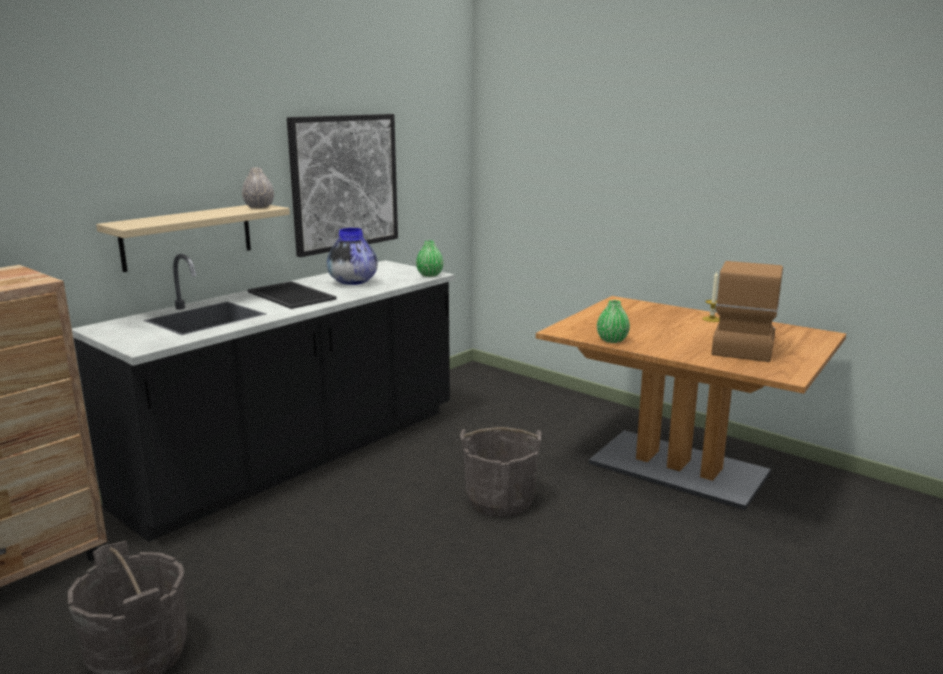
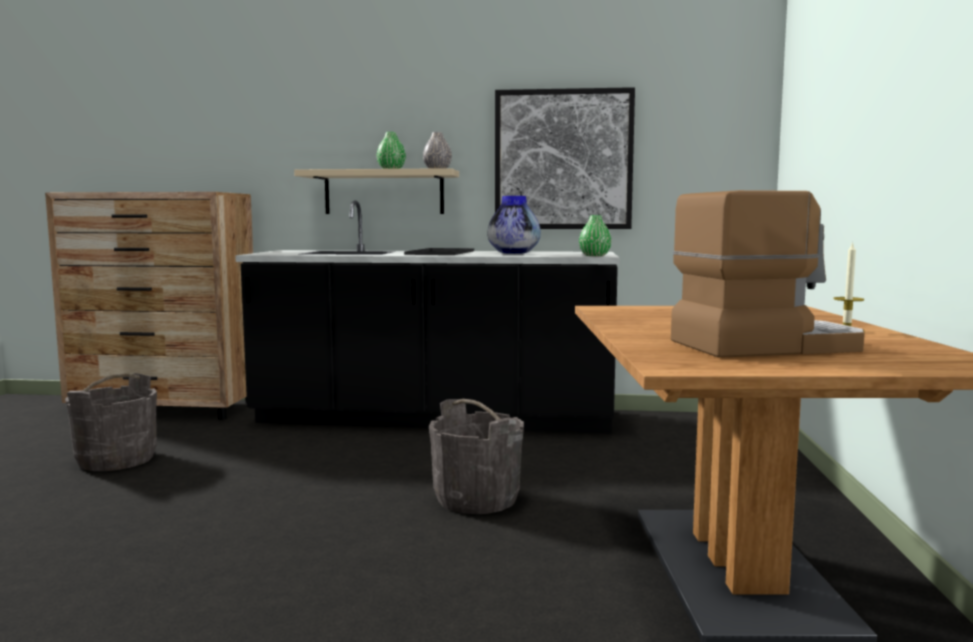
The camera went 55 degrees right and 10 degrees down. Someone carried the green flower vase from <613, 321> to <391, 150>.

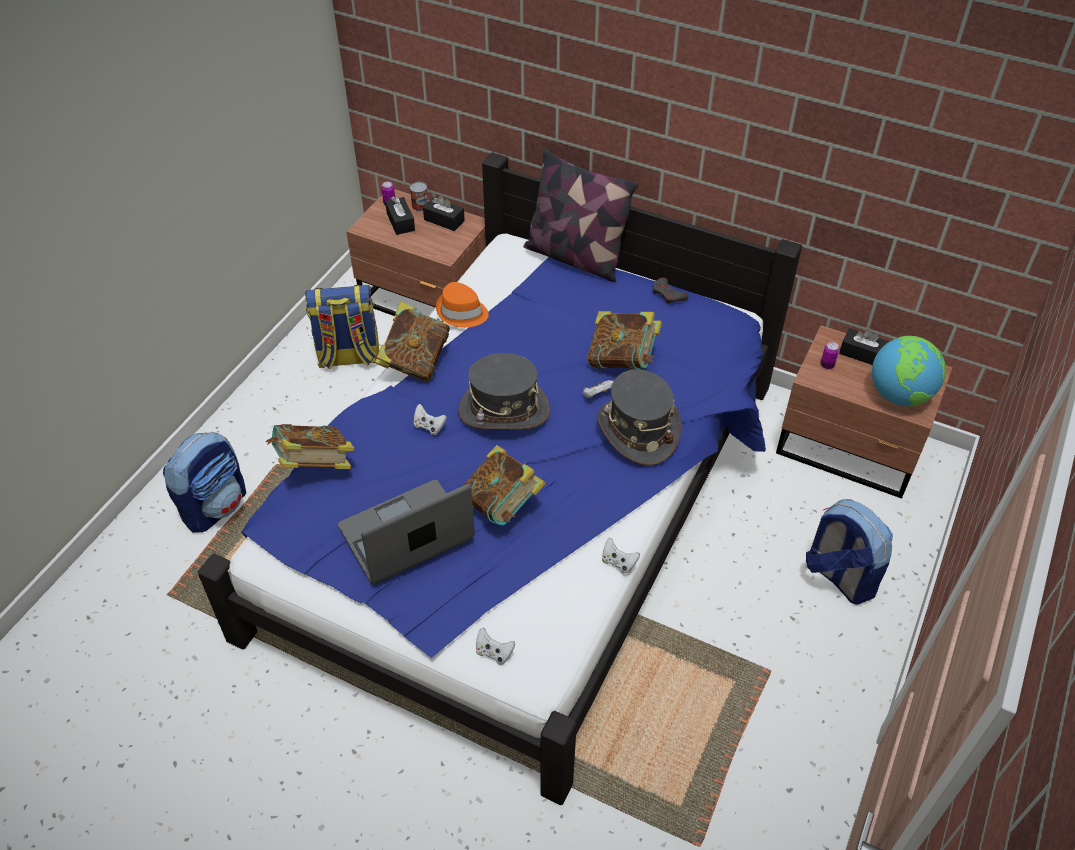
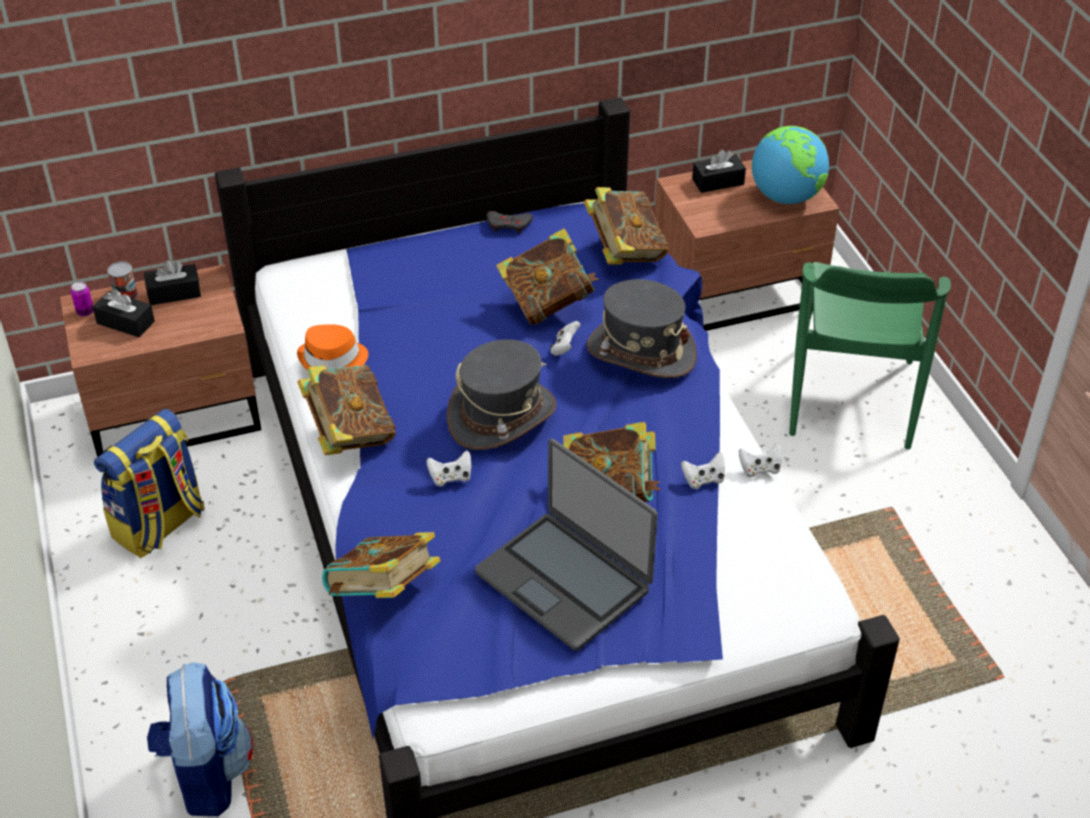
The camera went 45 degrees left and 5 degrees down. Someone rotated the notebook computer at <406, 532> by 60 degrees counterclockwise. Someone carried the white-coloured game controller from <495, 646> to <703, 470>. Someone took away the pillow at <581, 215>. Someone swapped the knapsack at <849, 552> for the green chair at <870, 356>. Someone took away the sealed can at <830, 355>. Someone put down the book at <626, 226>.

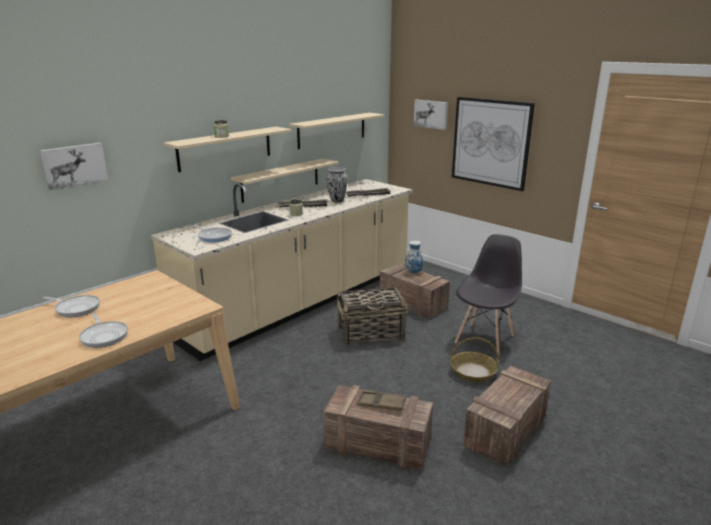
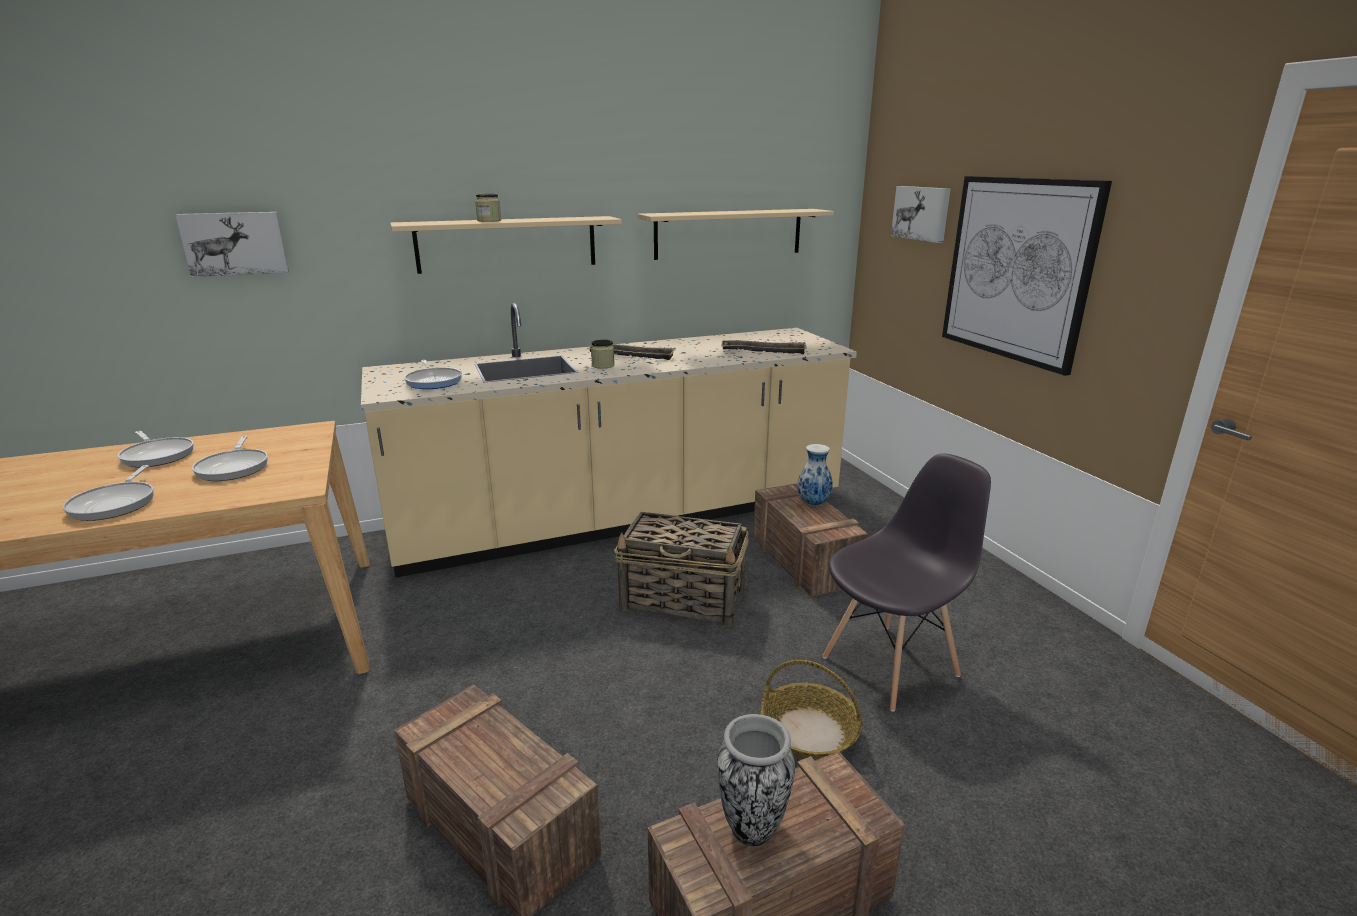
The camera went 25 degrees right and 0 degrees up. Someone took away the sand-coloured shelf at <284, 180>. Someone carried the flower vase from <336, 185> to <756, 780>. Someone took away the brown-coloured carrying tray at <381, 401>. Someone put down the skillet at <230, 458>.

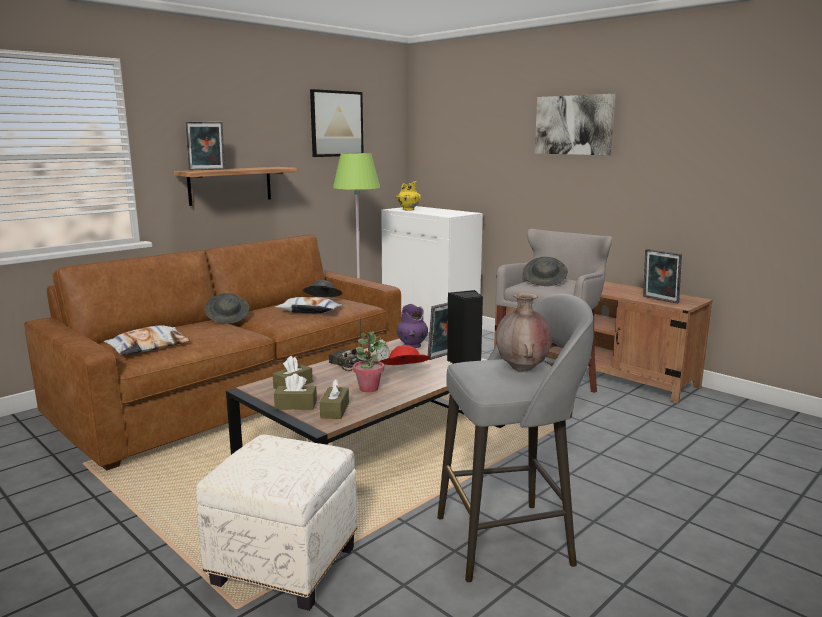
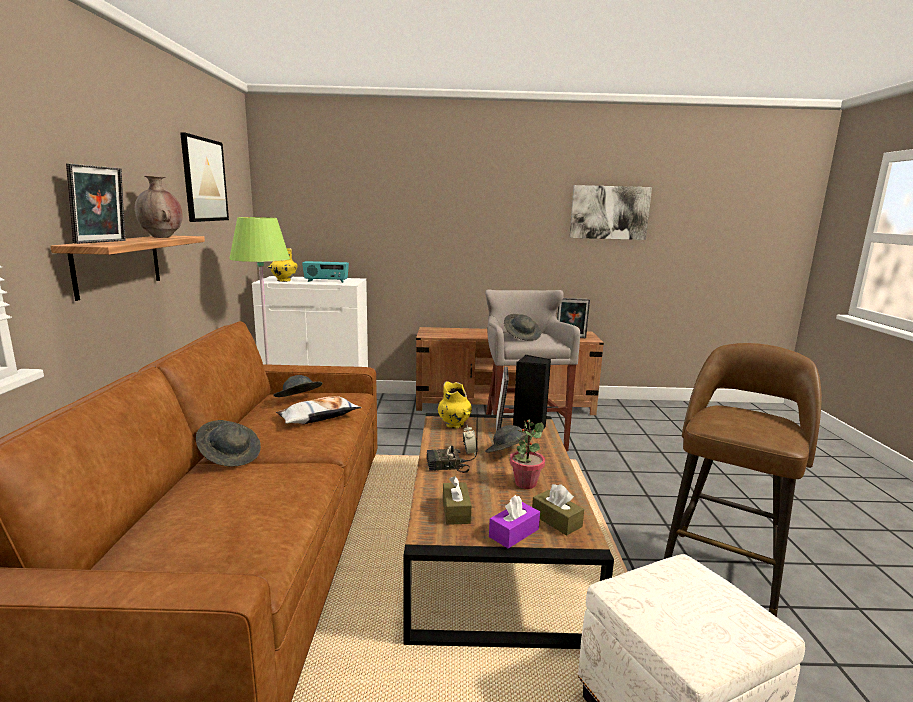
The camera went 45 degrees left and 0 degrees up. Someone took away the pillow at <147, 340>. Someone repainted the brown-coloured tissue box at <295, 391>, which became the purple tissue box at <514, 521>. Someone repainted the red-coloured hat at <405, 355>, which became the greyish hat at <509, 439>. Someone repainted the purple flower vase at <412, 326>, which became the yellow flower vase at <455, 405>. Someone repainted the greyish stool at <515, 438>, which became the brown-coloured stool at <743, 480>. Someone carried the brown-coloured flower vase from <523, 332> to <159, 207>. Someone carried the picture from <575, 124> to <610, 212>. Someone put down the radio set at <325, 272>.

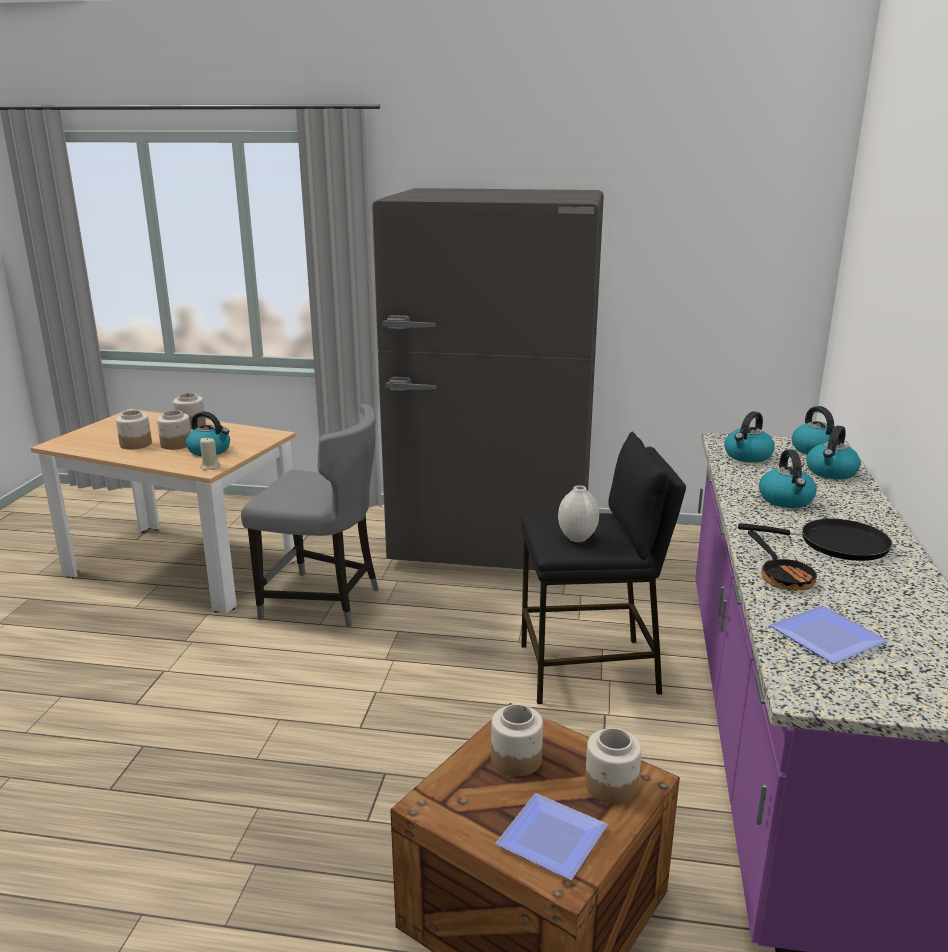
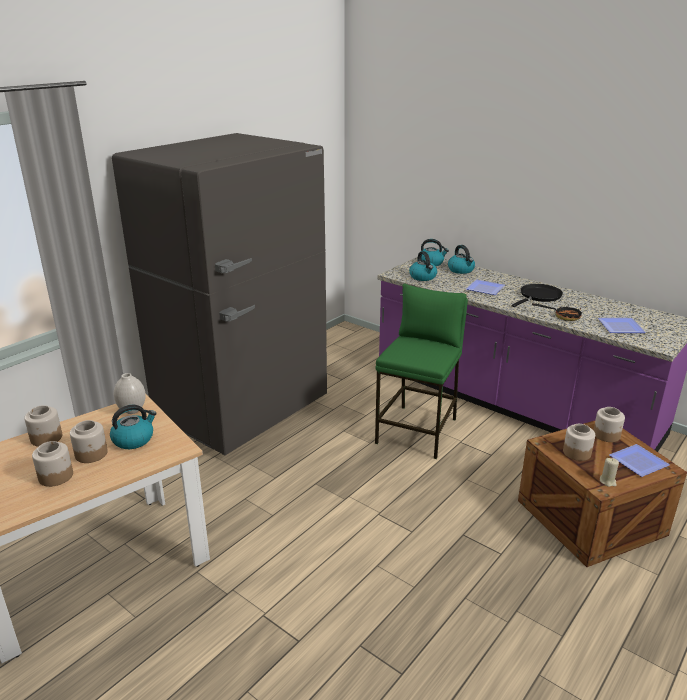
The camera went 60 degrees left and 5 degrees up. Someone carried the sand-coloured candle from <210, 454> to <609, 472>. Someone took away the greyish chair at <310, 515>. Someone repainted the black stool at <603, 568>, which became the green stool at <421, 371>. Someone carried the white-coloured flower vase from <578, 513> to <130, 393>. Someone swapped the water kettle at <788, 478> for the plate at <485, 287>.

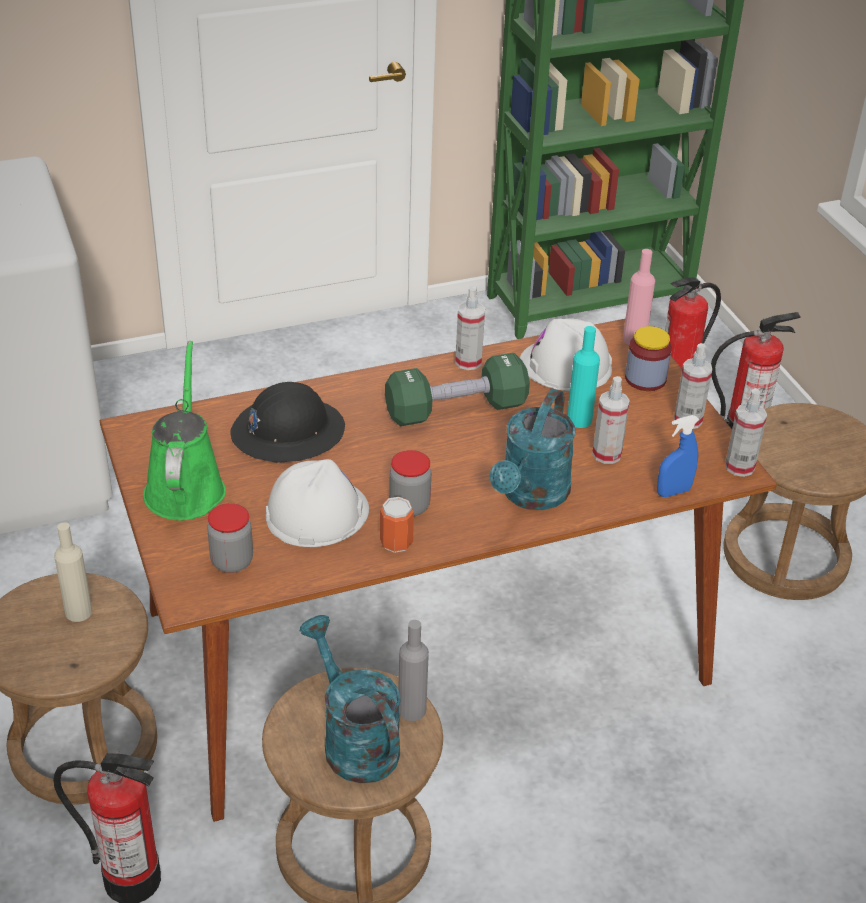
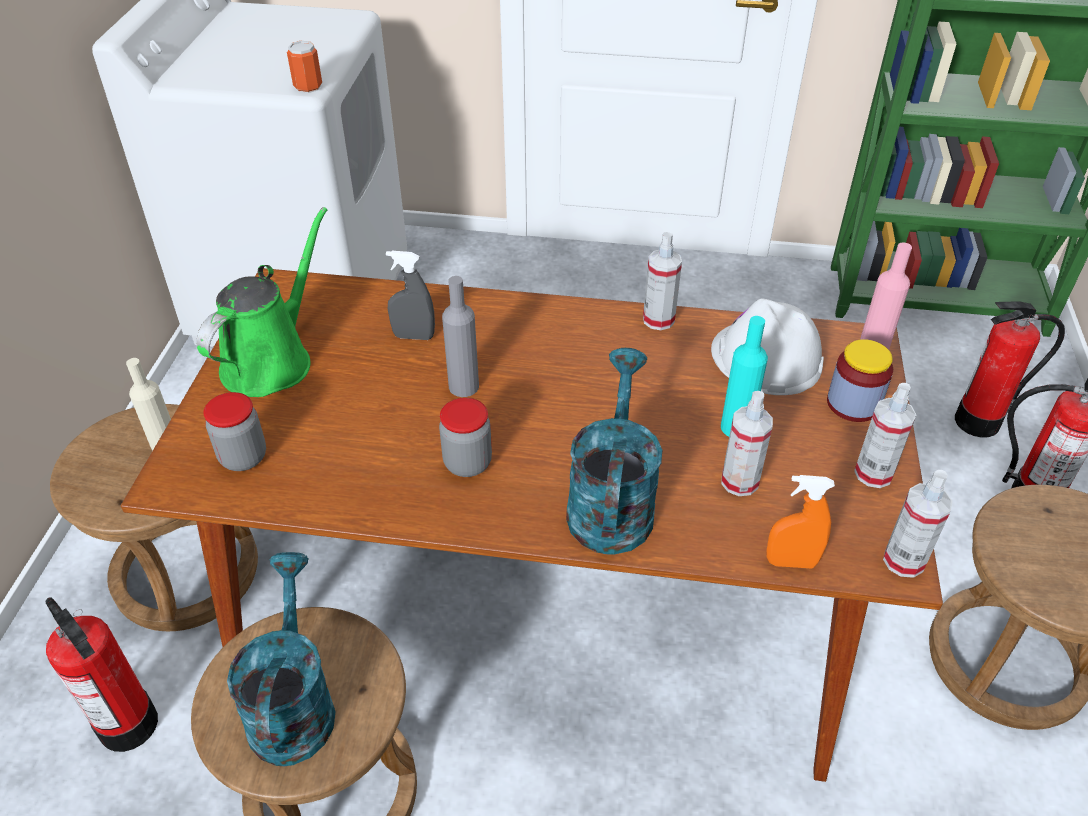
The camera went 30 degrees right and 5 degrees up. Someone swapped the black hard hat at <287, 422> for the greyish hand sprayer at <410, 295>. Someone took away the white-coloured hard hat at <317, 503>. Someone carried the sealed can from <397, 525> to <304, 67>. Someone took away the green free weight at <457, 389>. Someone carried the greyish beverage bottle from <414, 670> to <460, 336>. Someone rotated the blue-green watering pot at <532, 449> by 135 degrees clockwise. Someone repainted the bluish hand sprayer at <678, 456>, which became the orange-coloured hand sprayer at <800, 522>.

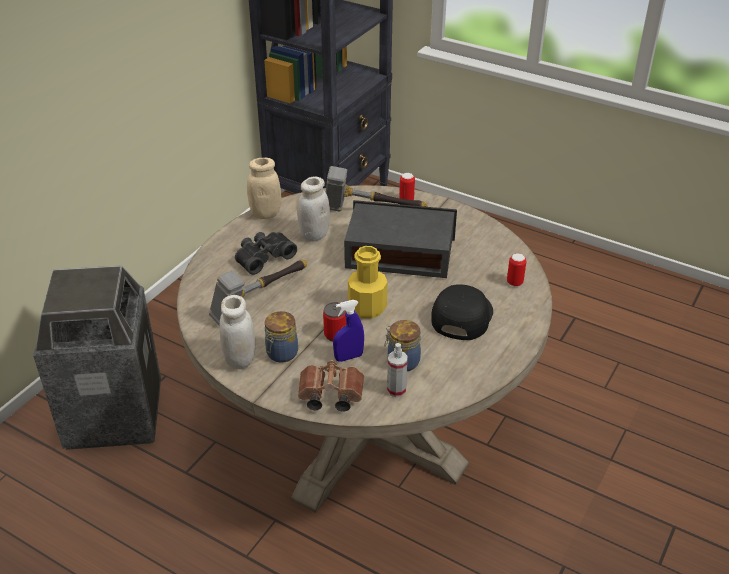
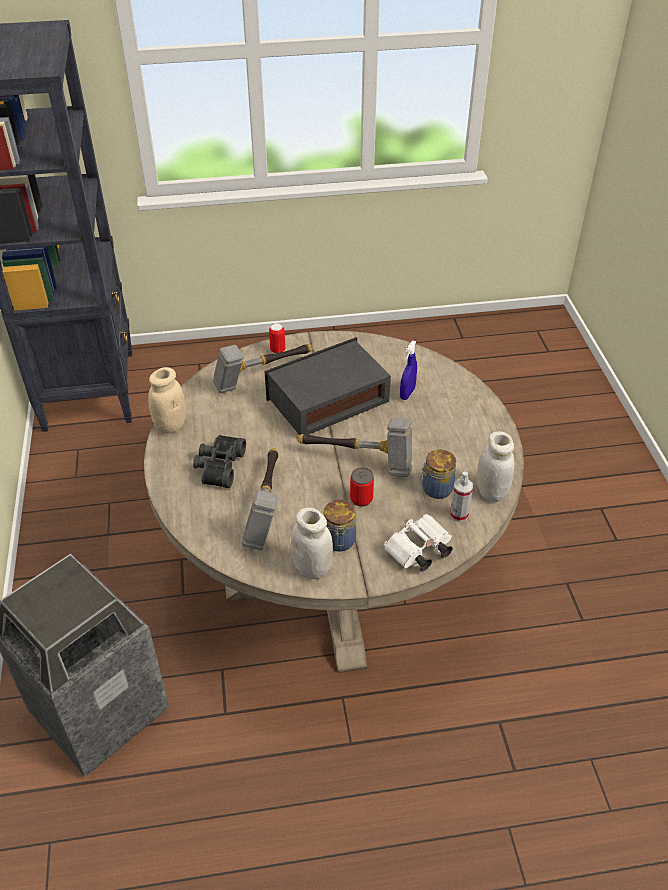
The camera went 40 degrees left and 5 degrees up. Someone carried the white-coloured preserve jar from <313, 209> to <495, 466>. Someone repainted the brown-coloured pair of binoculars at <331, 386>, which became the white-coloured pair of binoculars at <418, 542>. Someone carried the bluish hand sprayer from <348, 331> to <408, 370>. Someone swapped the yellow beverage bottle at <367, 282> for the hand hammer at <354, 447>. Someone took away the black peaked cap at <462, 312>. Someone took away the sealed can at <516, 269>.

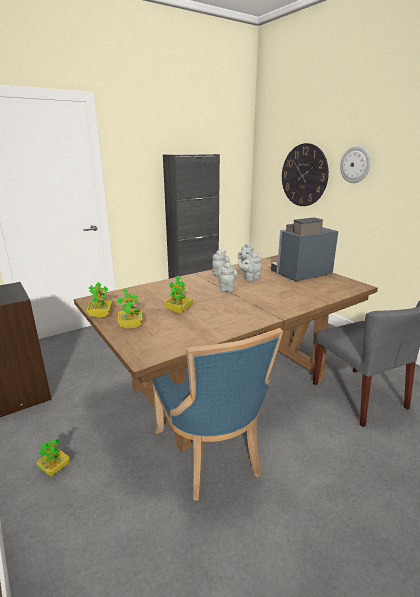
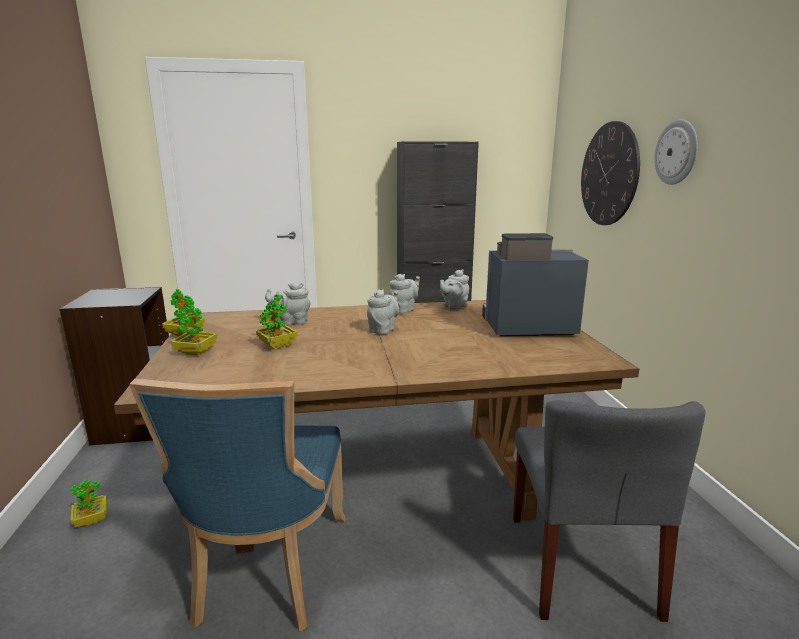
The camera went 25 degrees right and 5 degrees down. Someone carried the greyish tea pot from <250, 267> to <288, 303>.

